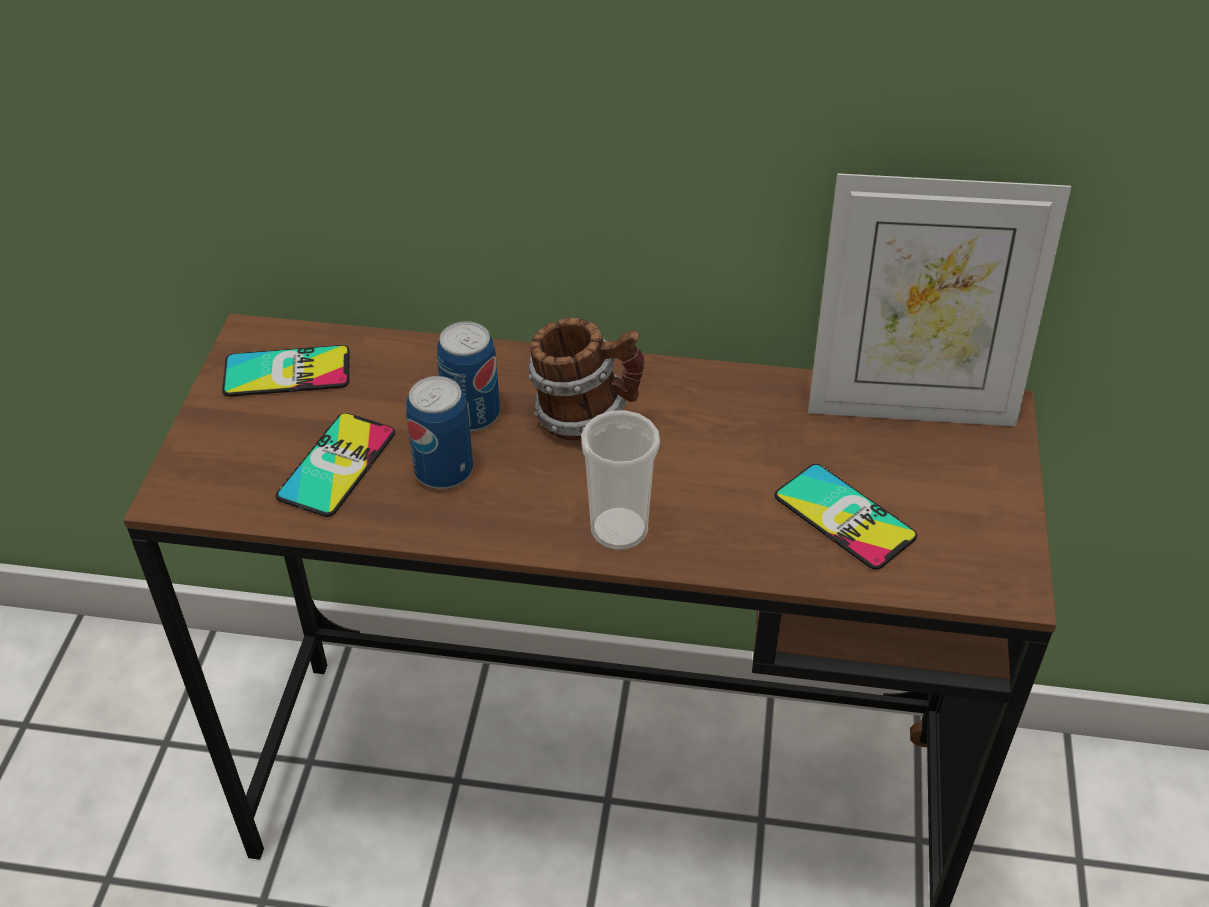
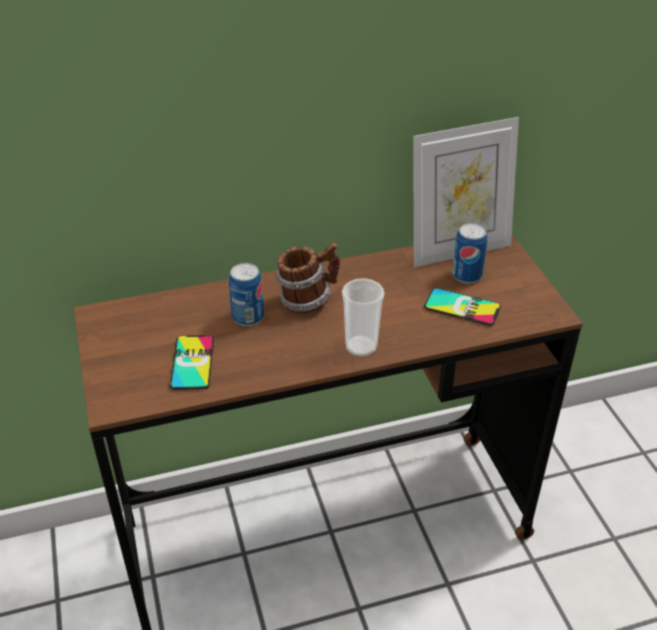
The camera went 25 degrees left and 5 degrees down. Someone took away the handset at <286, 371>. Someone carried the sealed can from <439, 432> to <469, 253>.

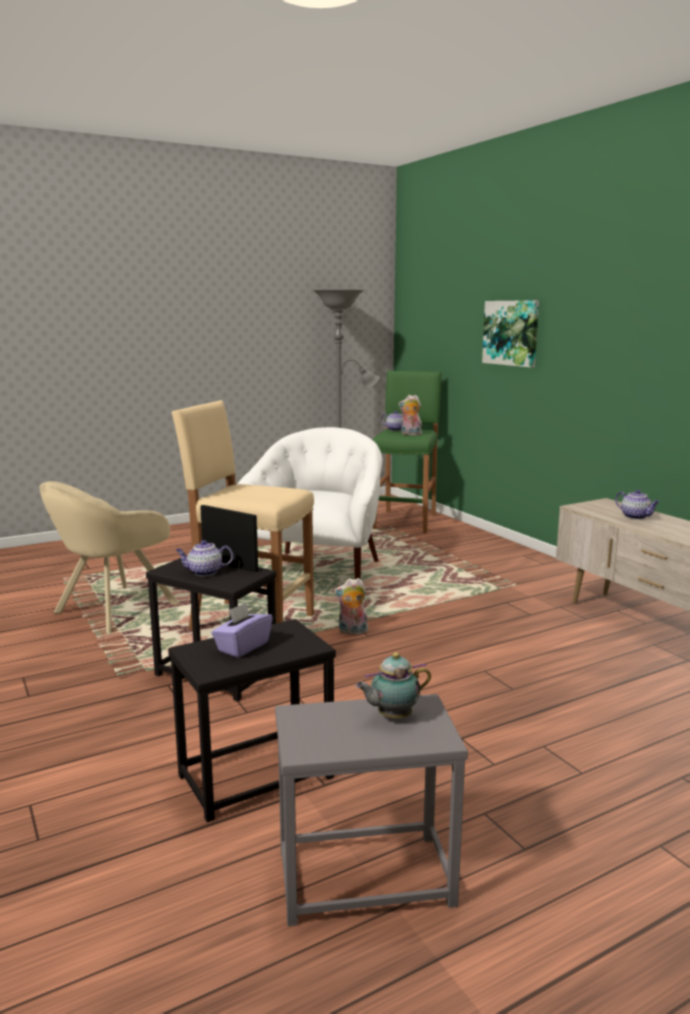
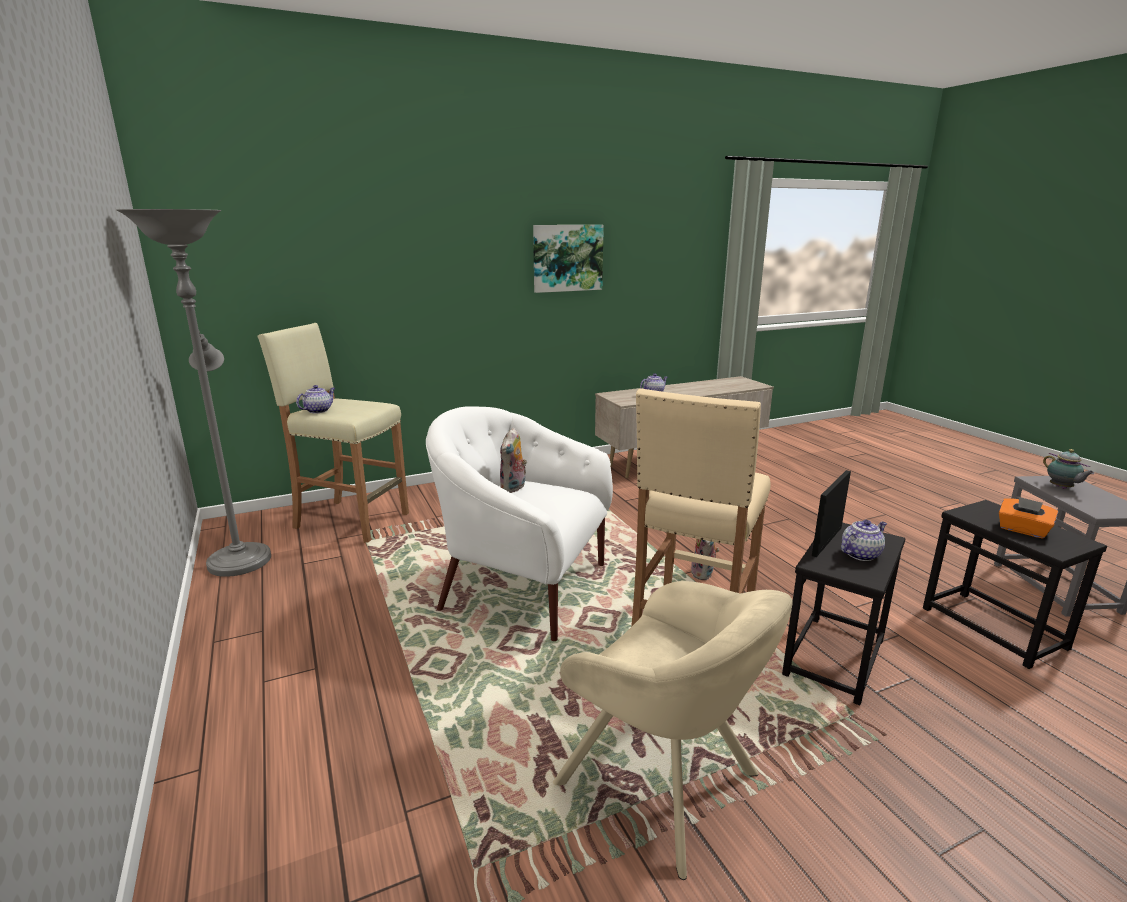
The camera went 85 degrees left and 5 degrees up. Someone rotated the tea pot at <204, 558> by 120 degrees counterclockwise. Someone repainted the purple tissue box at <242, 630>, which became the orange-coloured tissue box at <1028, 517>. Someone repainted the green stool at <407, 452>, which became the sand-coloured stool at <333, 433>. Someone carried the plush toy from <410, 415> to <513, 460>. Someone carried the picture from <510, 333> to <568, 259>.

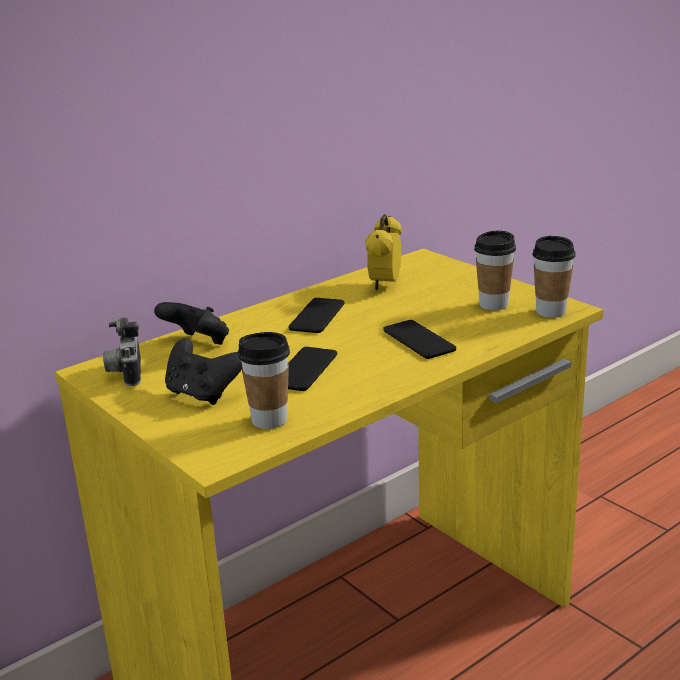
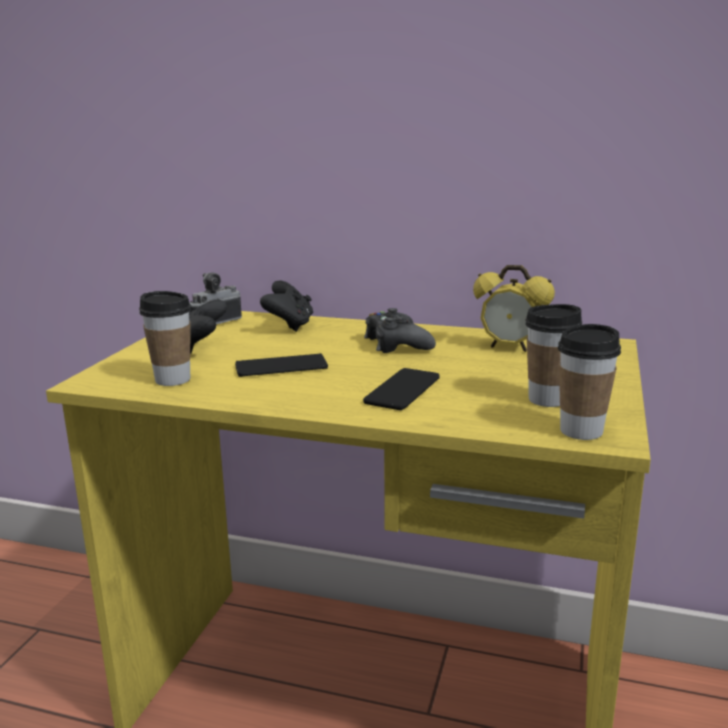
The camera went 55 degrees right and 5 degrees down. Someone swapped the handset at <317, 315> for the black game controller at <400, 330>. Someone rotated the alarm clock at <383, 252> by 135 degrees counterclockwise.

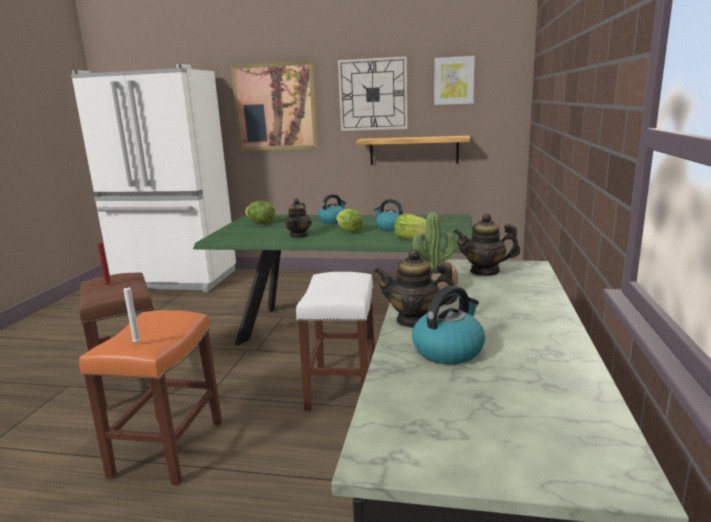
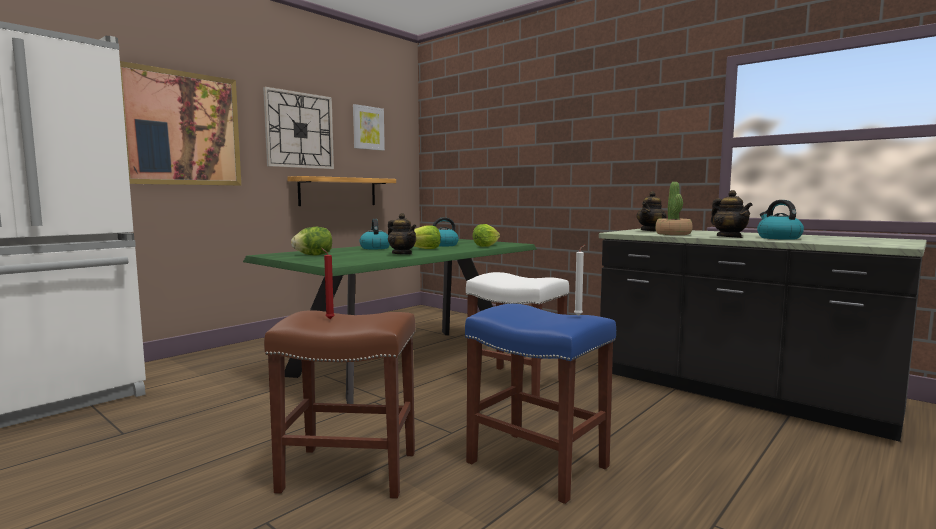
The camera went 60 degrees left and 10 degrees down. Someone repainted the orange-coloured stool at <150, 397>, which became the bluish stool at <540, 404>. Someone rotated the tea pot at <416, 288> by 60 degrees counterclockwise.

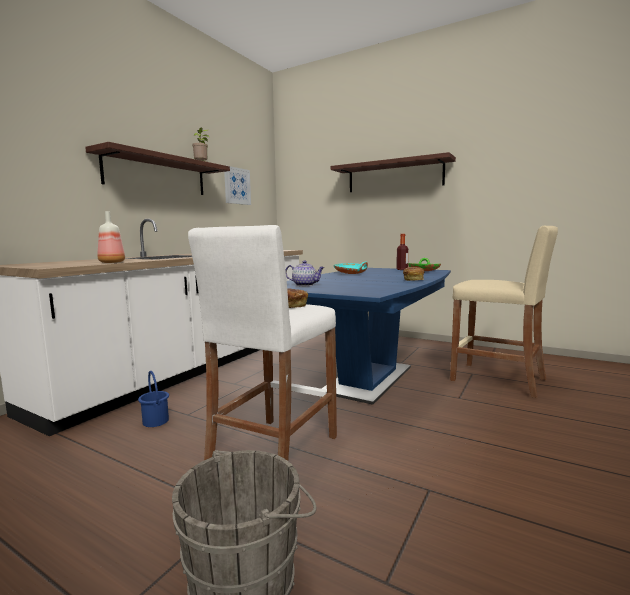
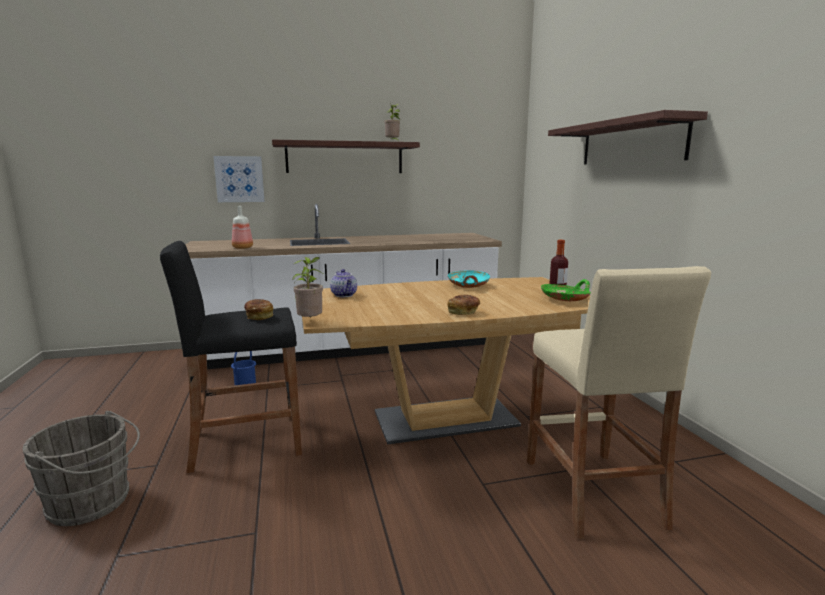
The camera went 45 degrees right and 5 degrees up. Someone repainted the white-coloured stool at <262, 343>, which became the black stool at <231, 357>. Someone carried the picture from <237, 185> to <238, 179>. Someone repainted the bluish dinner table at <369, 336>, which became the brown-coloured dinner table at <446, 360>. Someone put down the plant in a pot at <308, 287>.

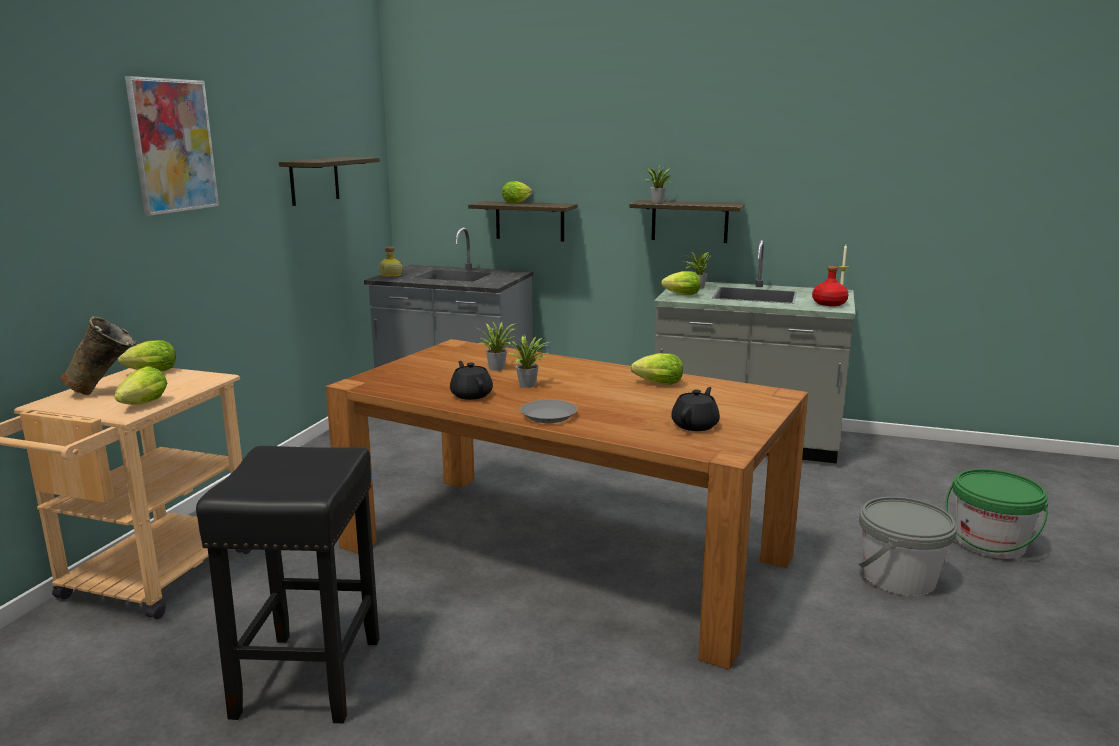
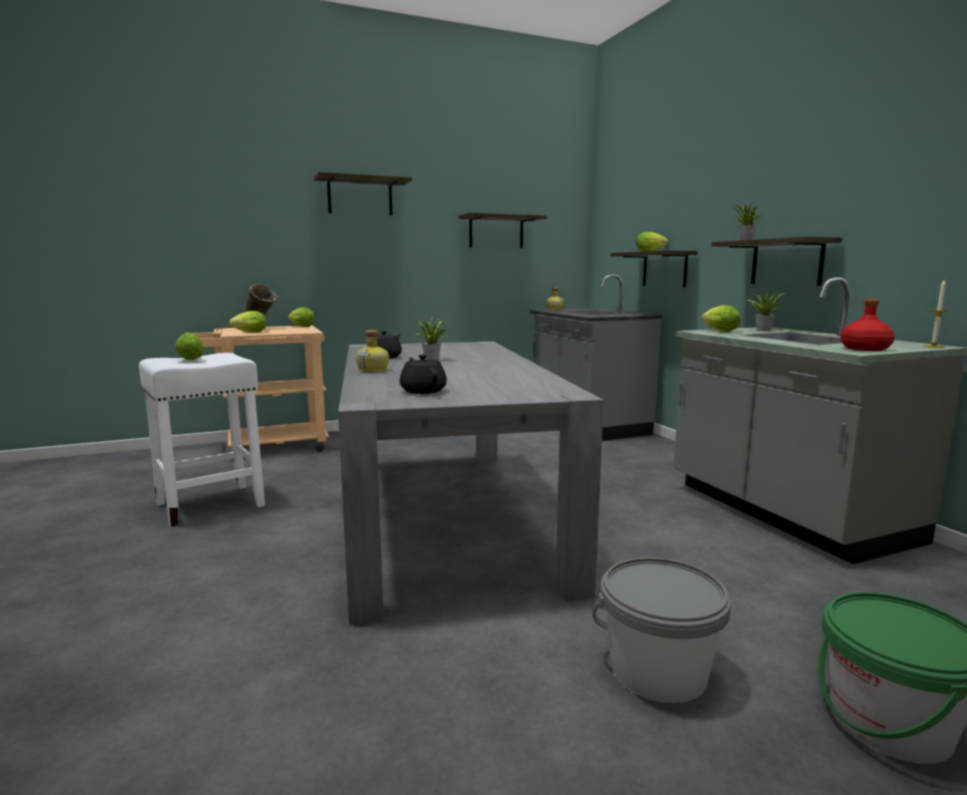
The camera went 50 degrees right and 5 degrees down. Someone swapped the picture at <172, 146> for the shelf at <363, 193>. Someone repainted the black stool at <287, 584>, which became the white-coloured stool at <202, 440>. Someone repainted the brown-coloured dinner table at <567, 504>, which became the greyish dinner table at <471, 483>. Someone took away the plant in a pot at <497, 346>. Someone swapped the greyish plate at <548, 411> for the beverage bottle at <372, 351>. Someone carried the lettuce from <657, 369> to <189, 346>. Someone rotated the black tea pot at <695, 409> by 105 degrees counterclockwise.

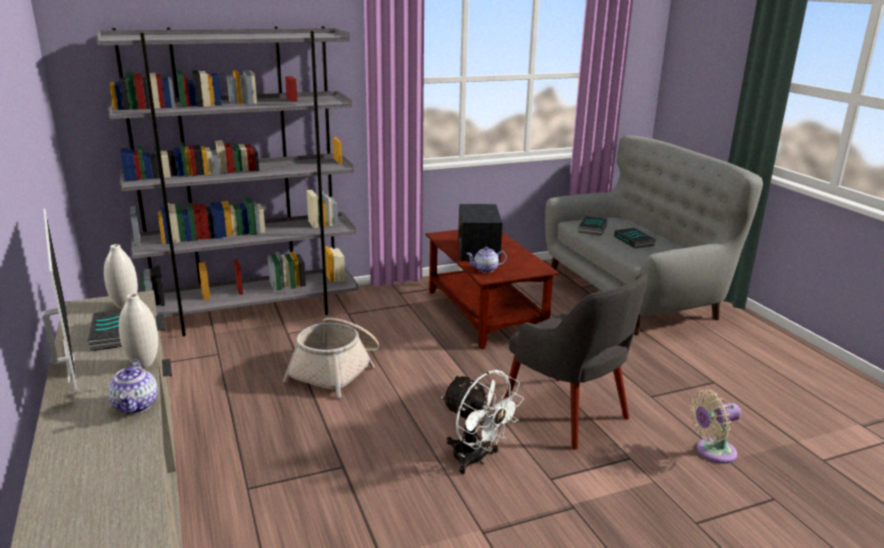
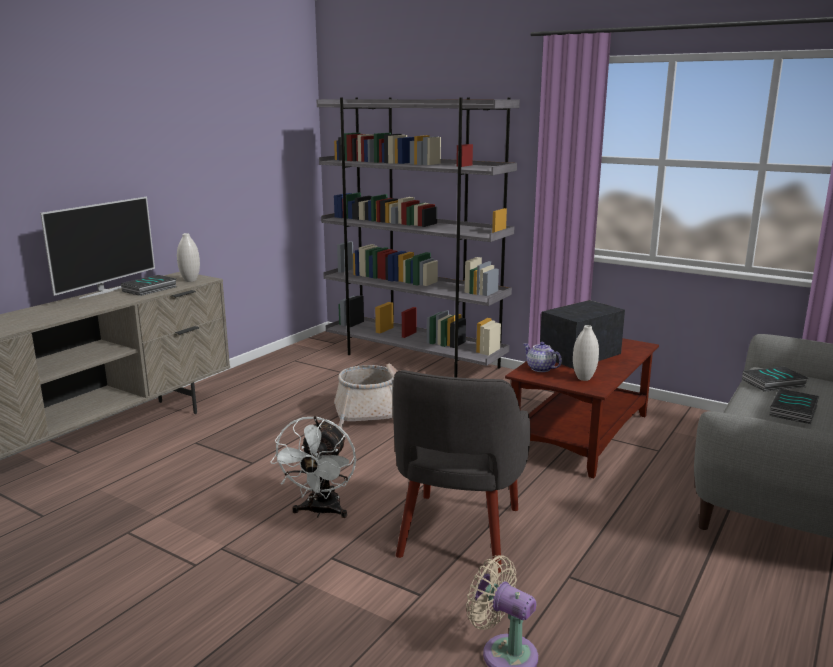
The camera went 55 degrees right and 5 degrees down. Someone took away the tea pot at <133, 387>. Someone carried the white-coloured flower vase from <138, 330> to <586, 353>.

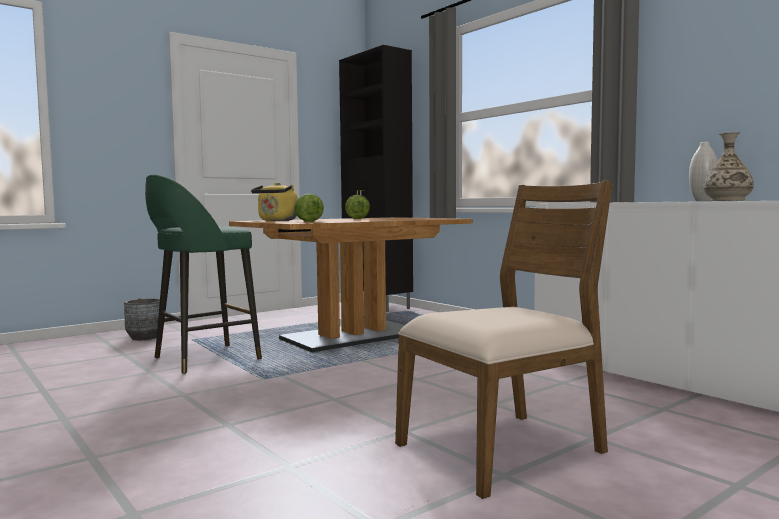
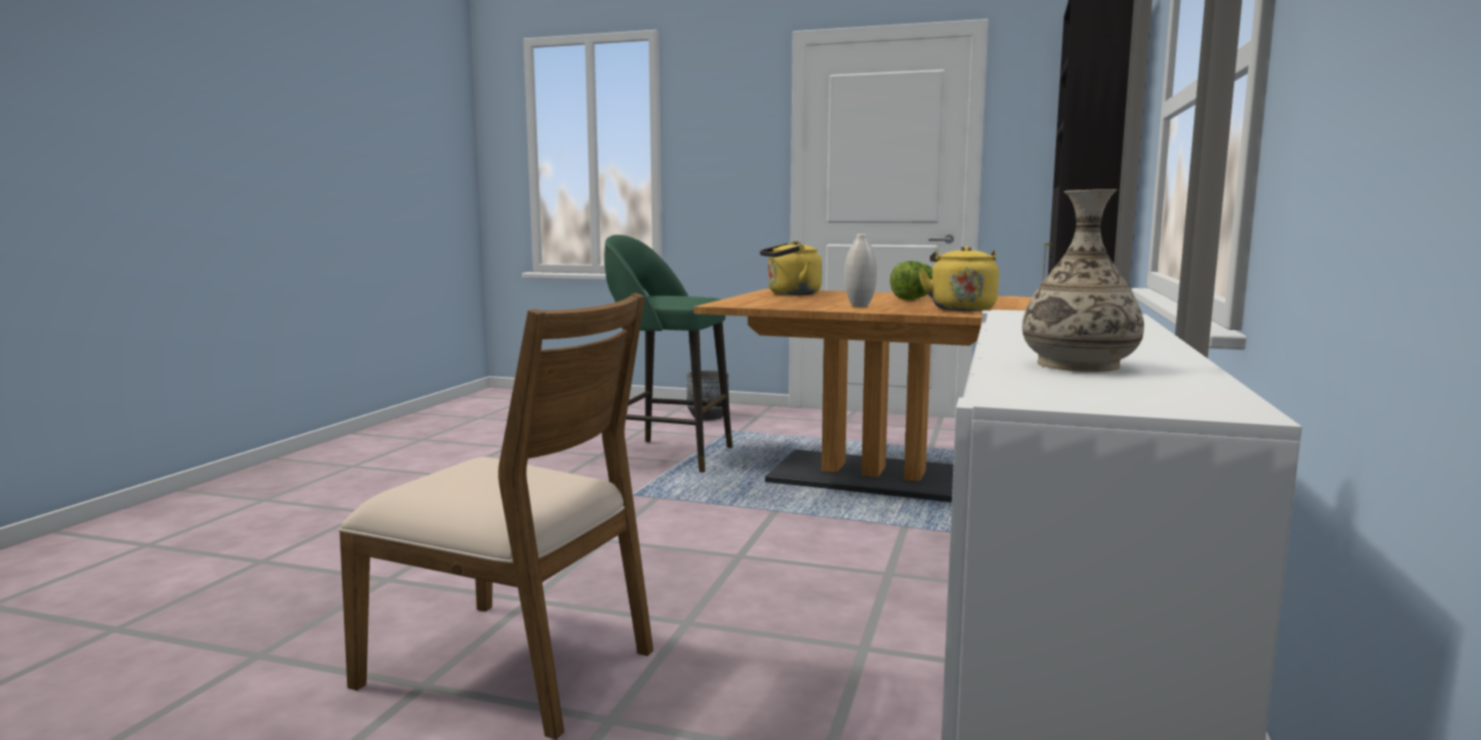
The camera went 55 degrees right and 5 degrees up. Someone took away the lettuce at <309, 208>. Someone carried the white-coloured flower vase from <703, 171> to <860, 270>. Someone put down the yellow water kettle at <958, 278>.

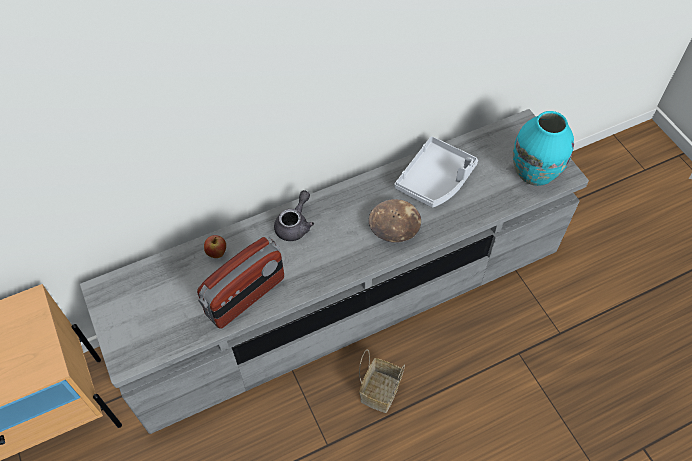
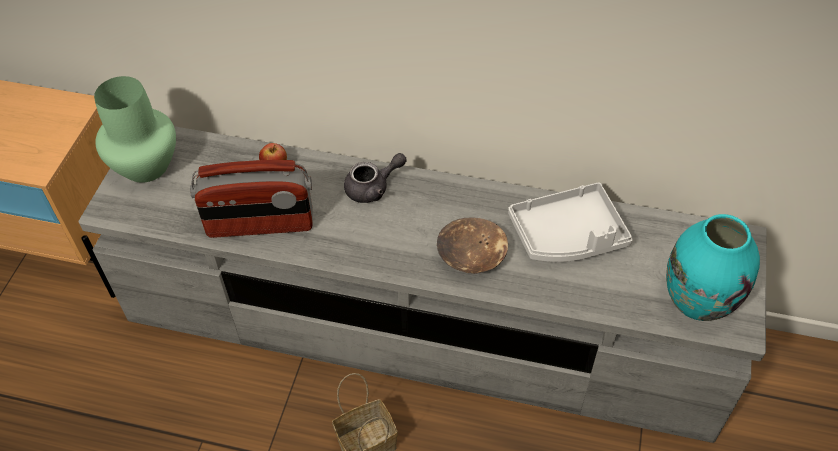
The camera went 40 degrees right and 5 degrees down. Someone put down the green flower vase at <135, 129>.

